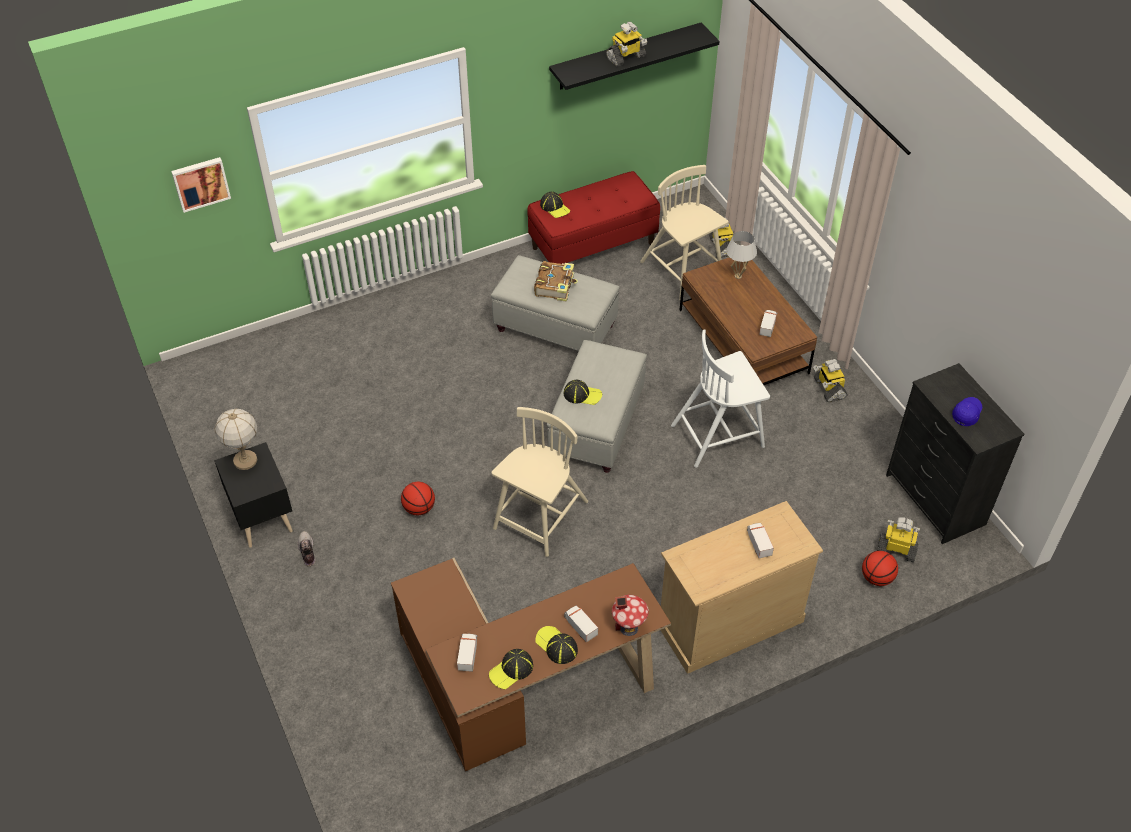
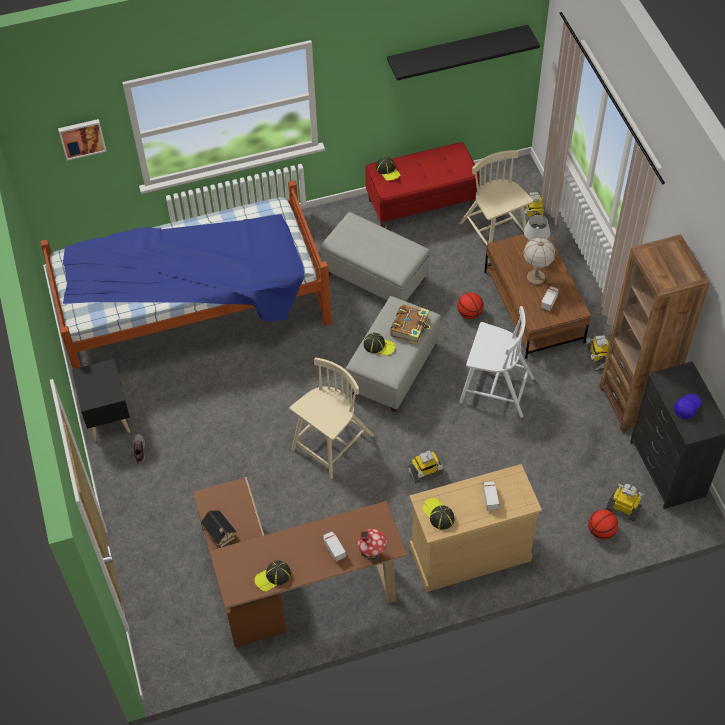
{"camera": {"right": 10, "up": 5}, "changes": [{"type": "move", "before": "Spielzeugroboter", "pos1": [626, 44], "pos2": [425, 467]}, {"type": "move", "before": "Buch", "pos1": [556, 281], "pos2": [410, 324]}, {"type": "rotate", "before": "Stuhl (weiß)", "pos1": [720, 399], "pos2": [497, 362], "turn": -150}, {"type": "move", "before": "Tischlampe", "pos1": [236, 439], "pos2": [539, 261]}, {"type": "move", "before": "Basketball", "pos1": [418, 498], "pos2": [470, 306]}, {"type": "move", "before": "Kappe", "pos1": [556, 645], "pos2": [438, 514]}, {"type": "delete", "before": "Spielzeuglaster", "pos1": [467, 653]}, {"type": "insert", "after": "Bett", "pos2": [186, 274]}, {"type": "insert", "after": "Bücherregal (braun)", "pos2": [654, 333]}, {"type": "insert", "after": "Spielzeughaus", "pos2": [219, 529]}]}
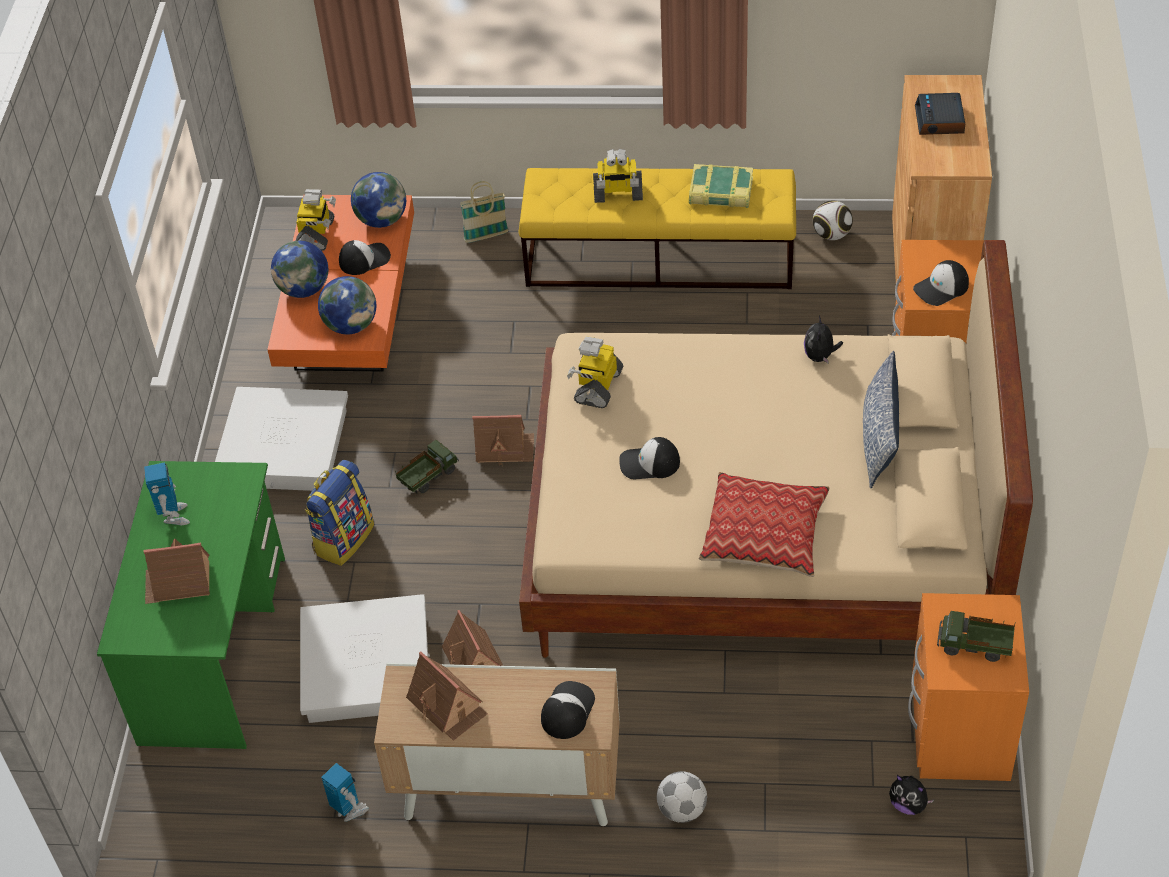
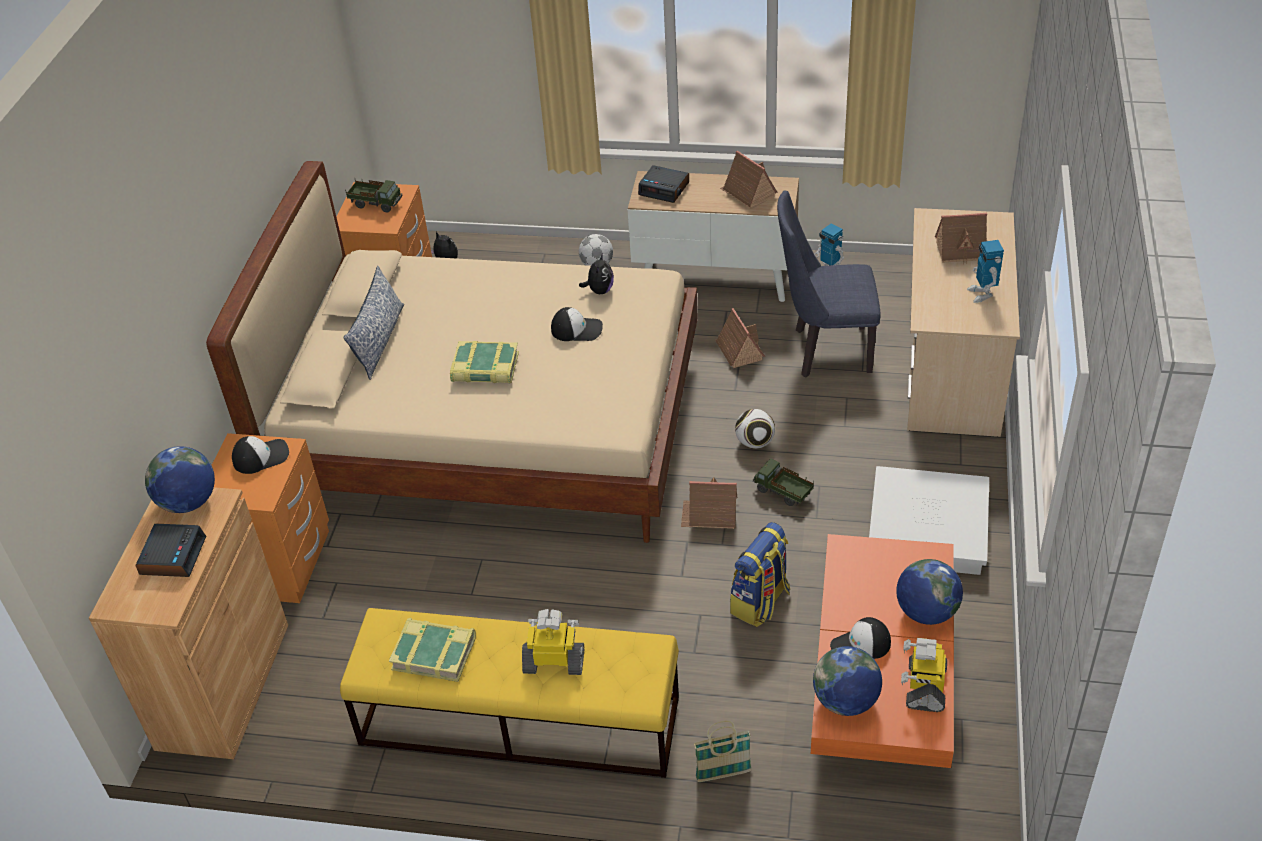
{"camera": {"right": -175, "up": -5}, "changes": [{"type": "move", "before": "Fußball", "pos1": [833, 220], "pos2": [755, 429]}, {"type": "move", "before": "Globus", "pos1": [347, 305], "pos2": [180, 479]}, {"type": "move", "before": "Plüschtier", "pos1": [823, 340], "pos2": [596, 273]}, {"type": "delete", "before": "Spielzeugroboter", "pos1": [595, 372]}, {"type": "rotate", "before": "Spielzeuglaster", "pos1": [427, 466], "pos2": [783, 482], "turn": 75}, {"type": "move", "before": "Rucksack", "pos1": [339, 512], "pos2": [760, 574]}, {"type": "recolor", "before": "Schreibtisch (grün)", "after": "Schreibtisch (beige)", "pos1": [191, 605], "pos2": [963, 322]}, {"type": "delete", "before": "Kissen", "pos1": [764, 524]}, {"type": "replace", "before": "Aufbewahrungsbox (weiß)", "after": "Stuhl (blau)", "pos1": [365, 658], "pos2": [829, 284]}, {"type": "replace", "before": "Kappe", "after": "Wecker", "pos1": [568, 710], "pos2": [663, 184]}, {"type": "insert", "after": "Buch", "pos2": [484, 362]}]}
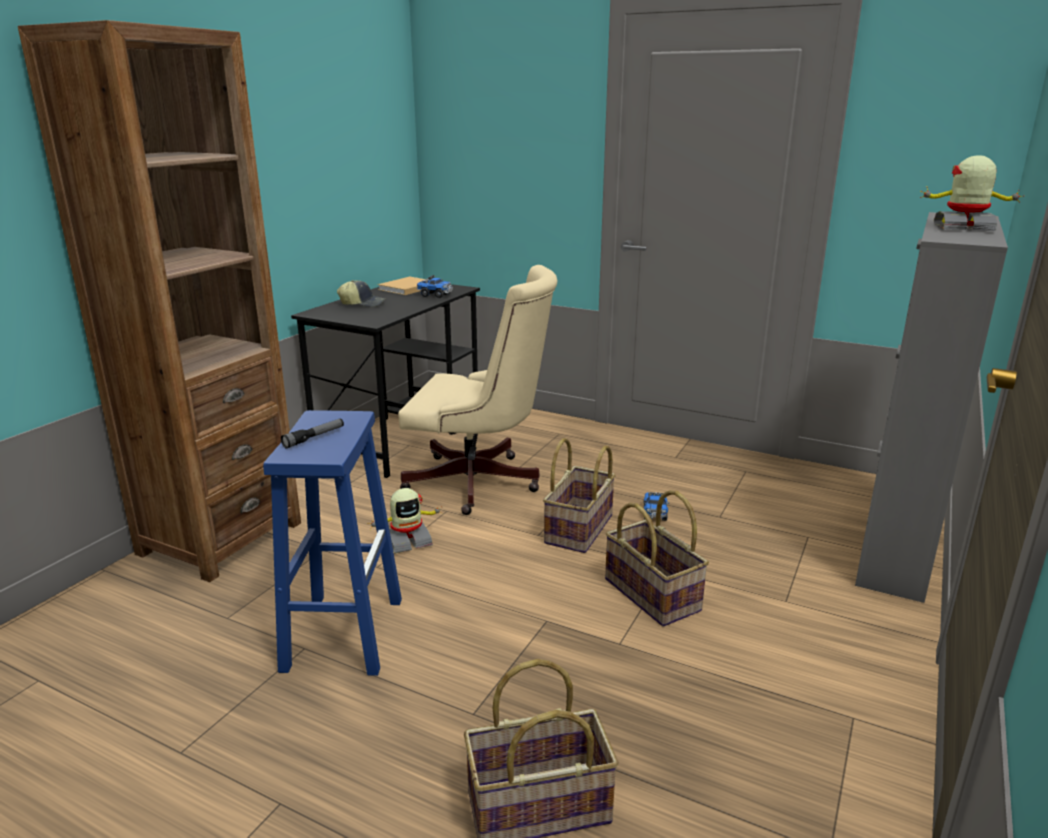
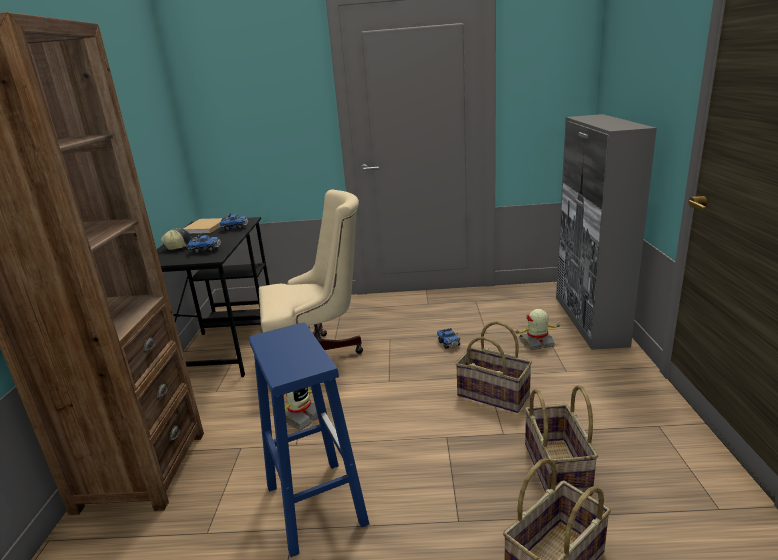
{"camera": {"right": -25, "up": 0}, "changes": [{"type": "move", "before": "Spielzeugroboter", "pos1": [972, 193], "pos2": [537, 329]}, {"type": "delete", "before": "Taschenlampe", "pos1": [312, 434]}, {"type": "move", "before": "Korb", "pos1": [579, 495], "pos2": [561, 440]}, {"type": "insert", "after": "Spielzeuglaster", "pos2": [204, 244]}]}
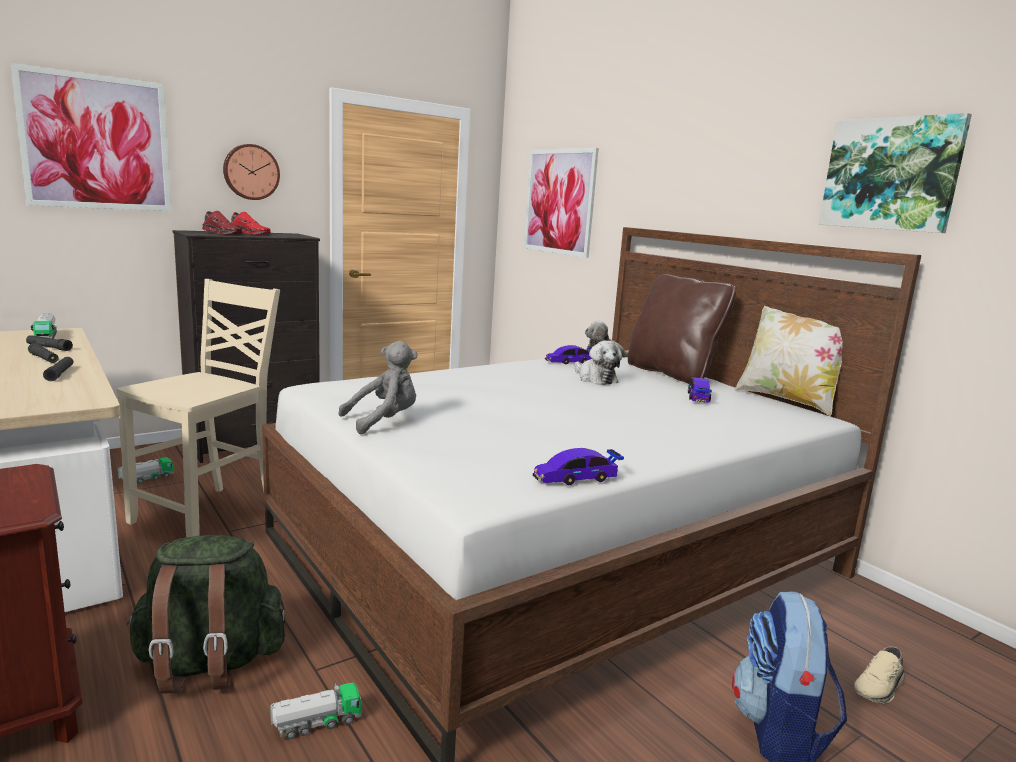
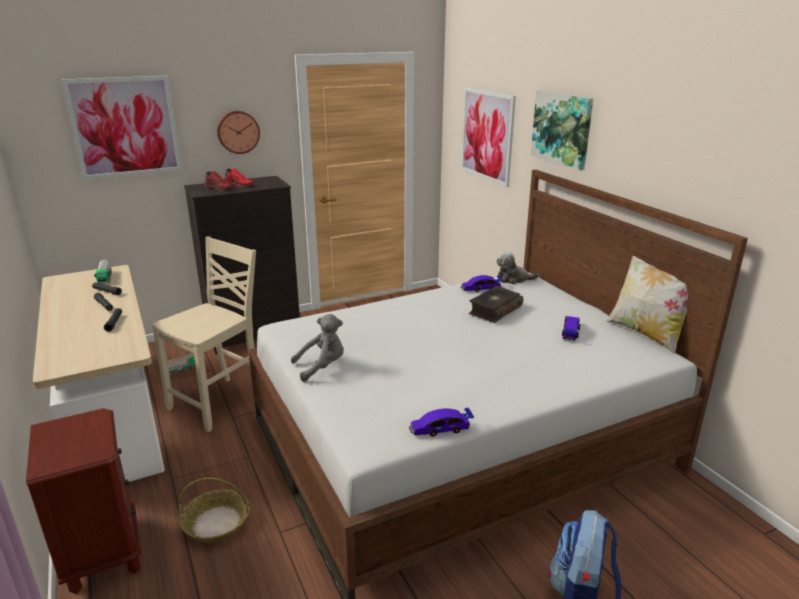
{"camera": {"right": 10, "up": 10}, "changes": [{"type": "move", "before": "Bild", "pos1": [895, 173], "pos2": [562, 130]}, {"type": "delete", "before": "Kissen (braun)", "pos1": [682, 328]}, {"type": "replace", "before": "Plüschtier", "after": "Buch", "pos1": [598, 363], "pos2": [495, 304]}, {"type": "replace", "before": "Rucksack (grün)", "after": "Korb", "pos1": [206, 614], "pos2": [214, 510]}, {"type": "delete", "before": "Schuh (beige)", "pos1": [879, 675]}, {"type": "delete", "before": "Spielzeuglaster", "pos1": [316, 711]}]}
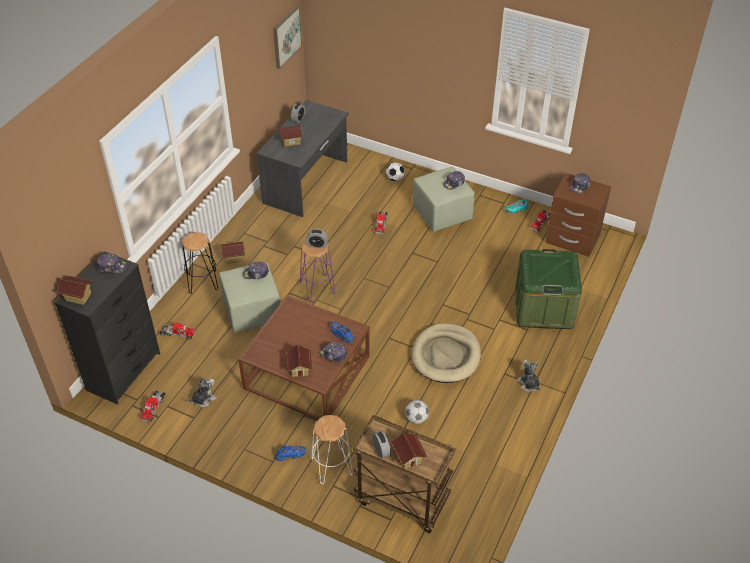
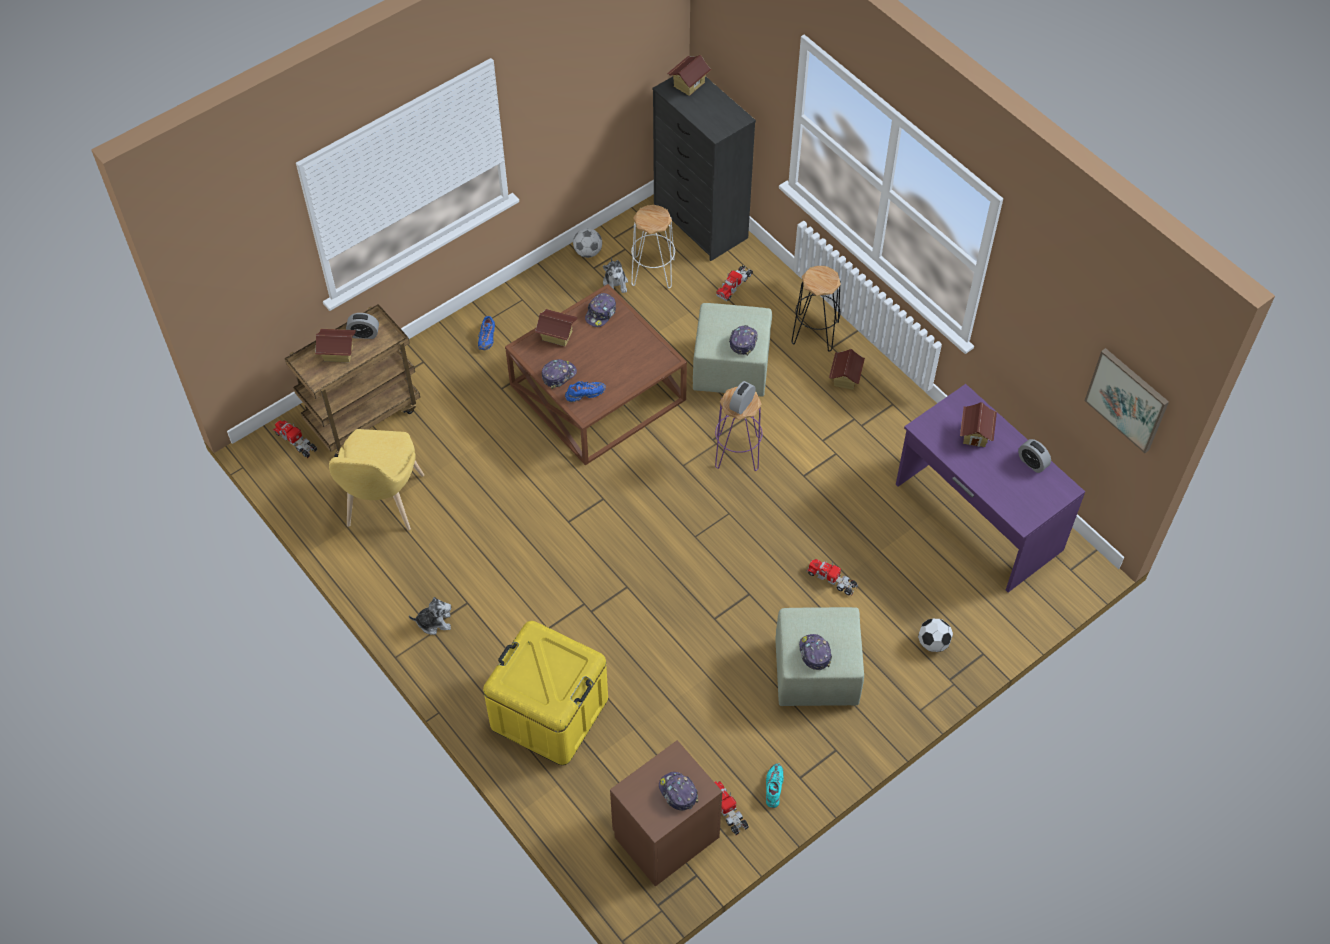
{"camera": {"right": 115, "up": 10}, "changes": [{"type": "recolor", "before": "Schreibtisch (grau)", "after": "Schreibtisch (lila)", "pos1": [302, 158], "pos2": [990, 488]}, {"type": "recolor", "before": "Aufbewahrungsbox (grün)", "after": "Aufbewahrungsbox (gelb)", "pos1": [548, 289], "pos2": [545, 693]}, {"type": "move", "before": "Kappe", "pos1": [112, 263], "pos2": [600, 310]}, {"type": "delete", "before": "Hundebett (beige)", "pos1": [446, 353]}, {"type": "move", "before": "Spielzeuglaster", "pos1": [153, 406], "pos2": [295, 439]}, {"type": "move", "before": "Fußball", "pos1": [417, 412], "pos2": [587, 243]}, {"type": "move", "before": "Hocker (weiß)", "pos1": [332, 449], "pos2": [653, 246]}, {"type": "insert", "after": "Stuhl (gelb)", "pos2": [376, 480]}]}
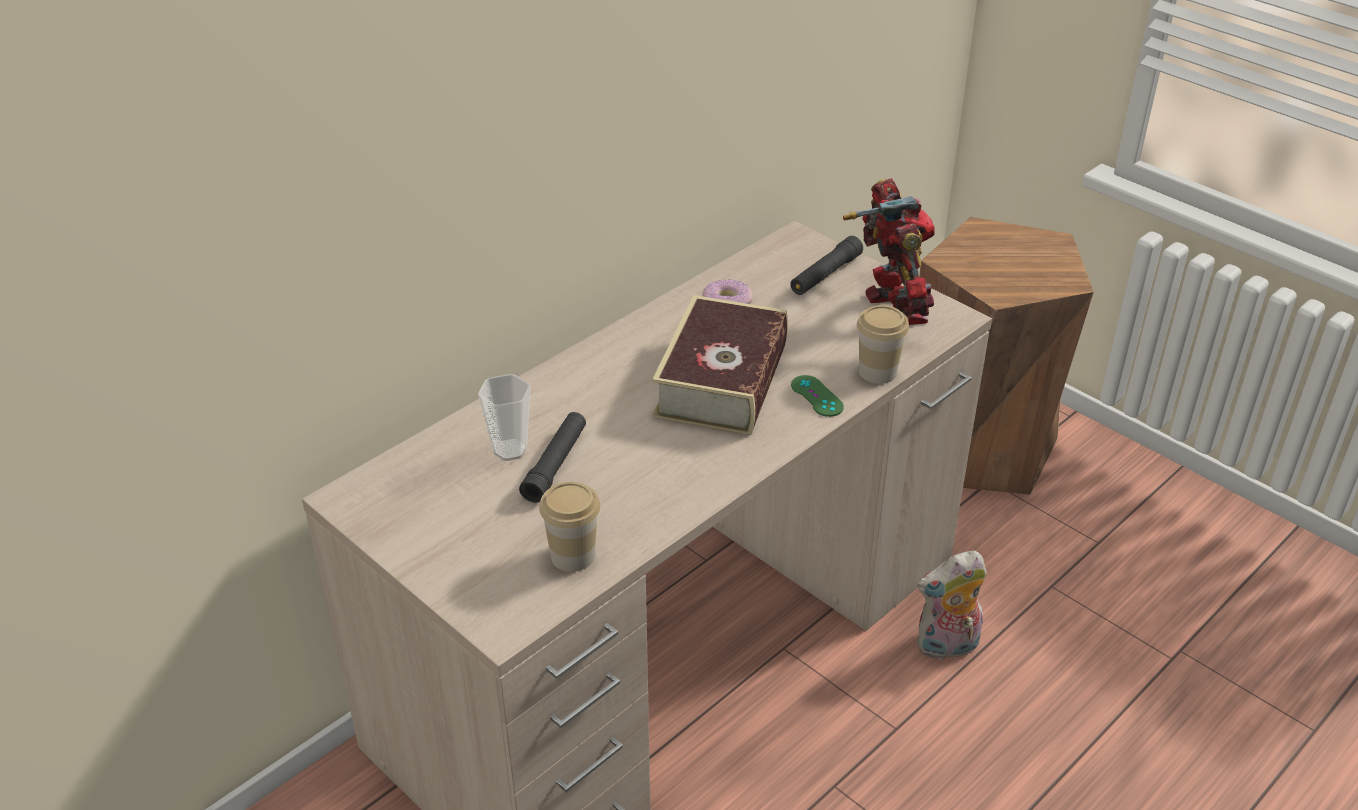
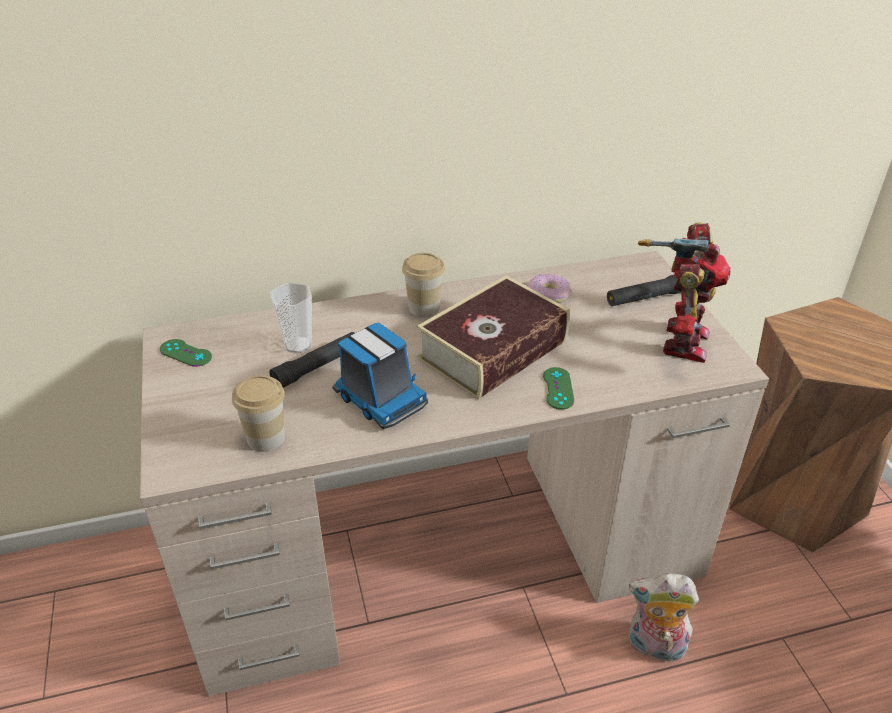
{"camera": {"right": 30, "up": 0}, "changes": [{"type": "move", "before": "Tasse", "pos1": [883, 344], "pos2": [423, 284]}, {"type": "insert", "after": "Spielzeuglaster", "pos2": [380, 376]}, {"type": "insert", "after": "Gamepad (grün)", "pos2": [186, 353]}]}
